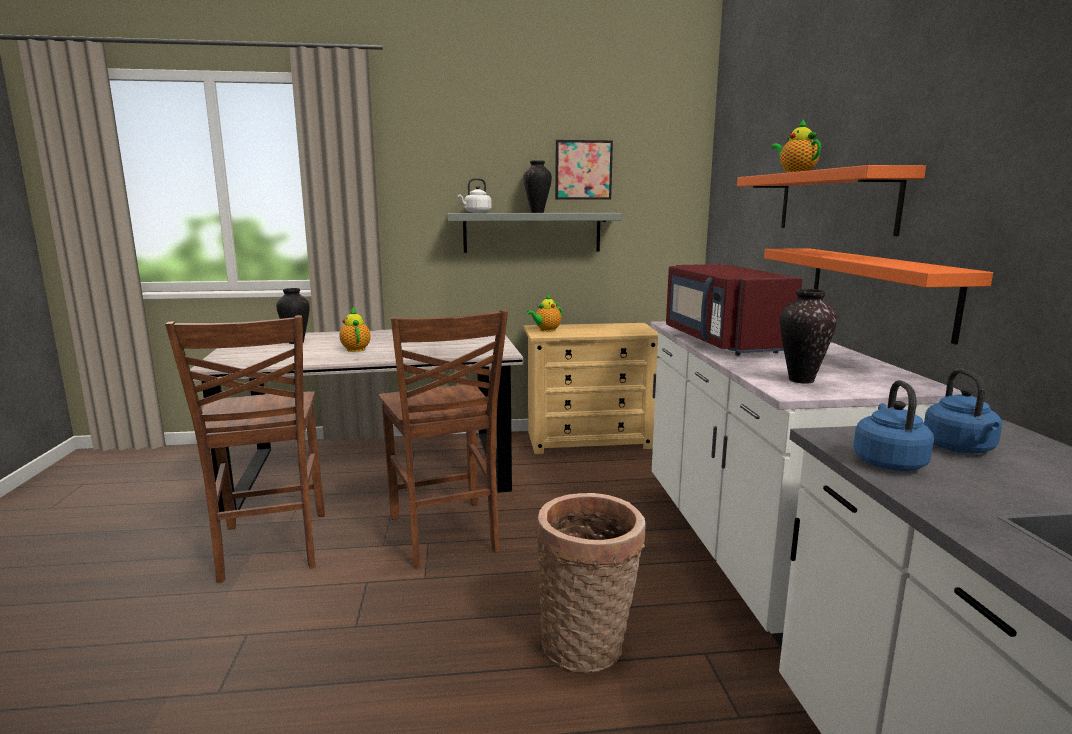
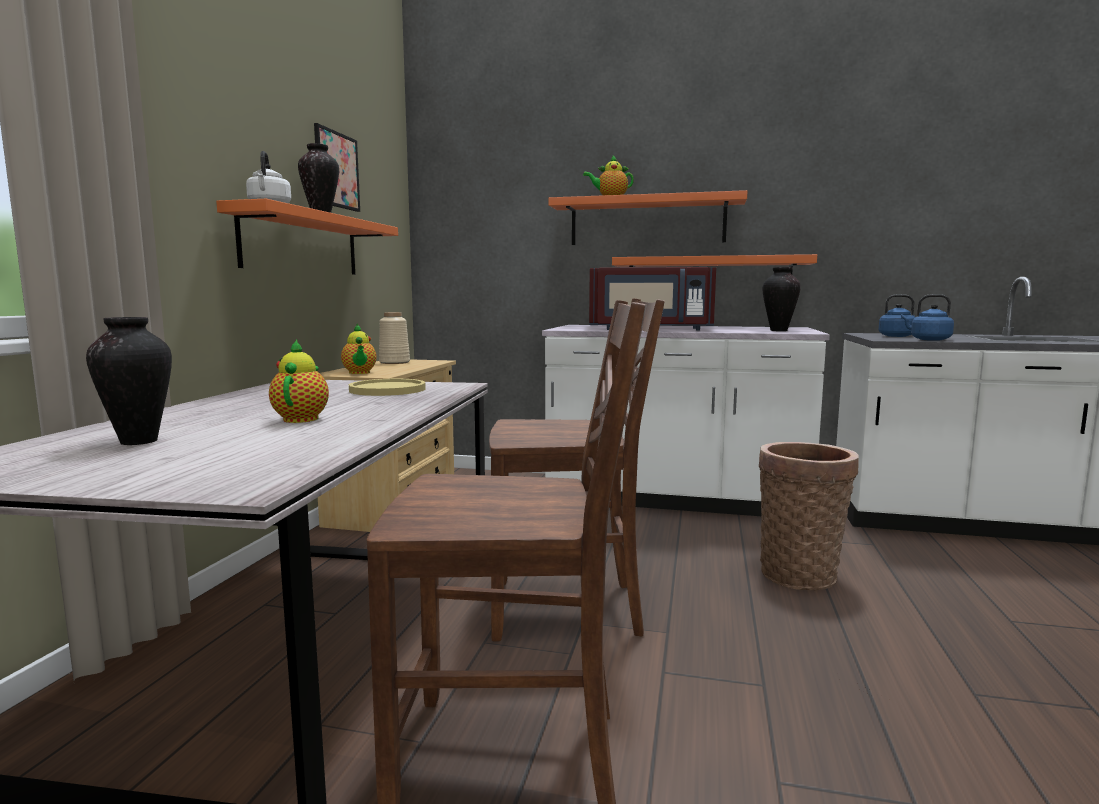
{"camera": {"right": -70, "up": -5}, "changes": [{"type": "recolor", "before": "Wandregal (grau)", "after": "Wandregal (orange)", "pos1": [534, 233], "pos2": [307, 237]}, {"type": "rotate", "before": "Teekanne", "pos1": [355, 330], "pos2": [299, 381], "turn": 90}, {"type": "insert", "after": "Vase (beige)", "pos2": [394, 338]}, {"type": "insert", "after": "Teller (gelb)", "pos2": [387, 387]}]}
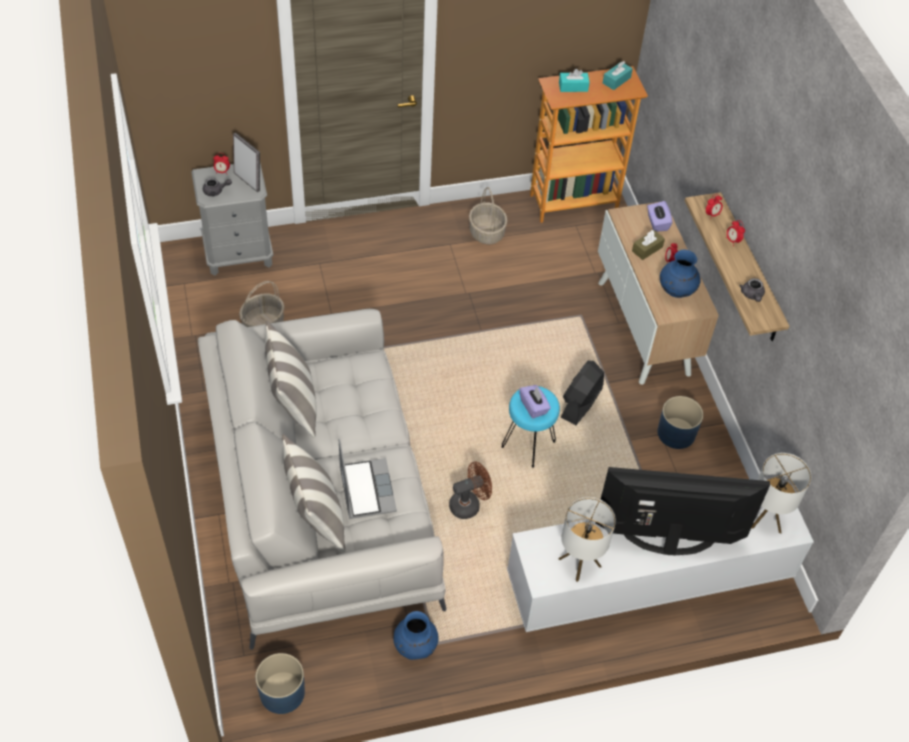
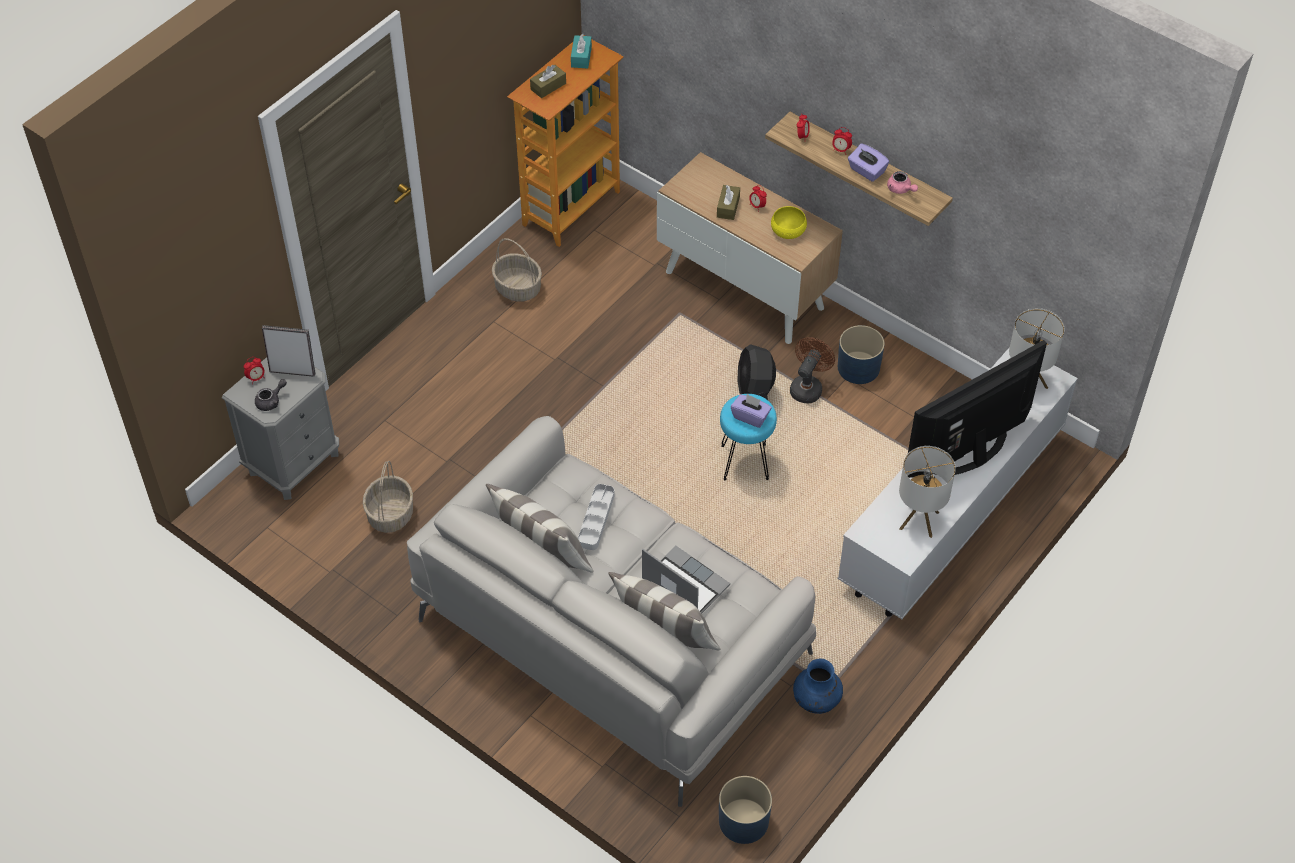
{"camera": {"right": -35, "up": 0}, "changes": [{"type": "recolor", "before": "Taschentuchbox (türkis)", "after": "Taschentuchbox (braun)", "pos1": [574, 80], "pos2": [548, 81]}, {"type": "move", "before": "Taschentuchbox (lila)", "pos1": [660, 216], "pos2": [868, 163]}, {"type": "replace", "before": "Vase (blau)", "after": "Schüssel (gelb)", "pos1": [680, 273], "pos2": [789, 222]}, {"type": "recolor", "before": "Teekanne (grau)", "after": "Teekanne (rosa)", "pos1": [752, 290], "pos2": [902, 182]}, {"type": "move", "before": "Ventilator (braun)", "pos1": [470, 490], "pos2": [812, 370]}, {"type": "insert", "after": "Tablett (grau)", "pos2": [596, 517]}]}
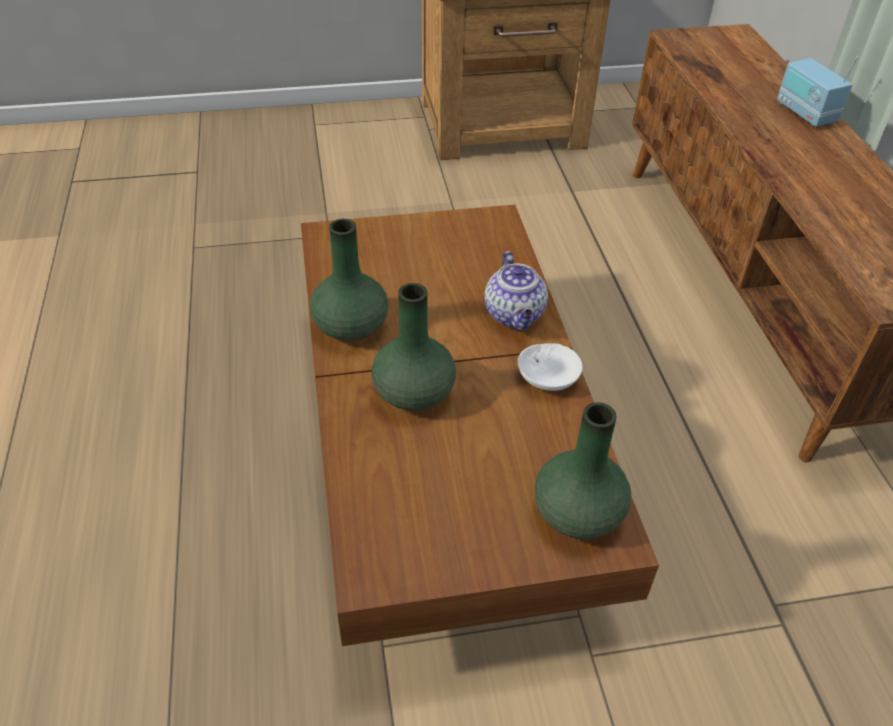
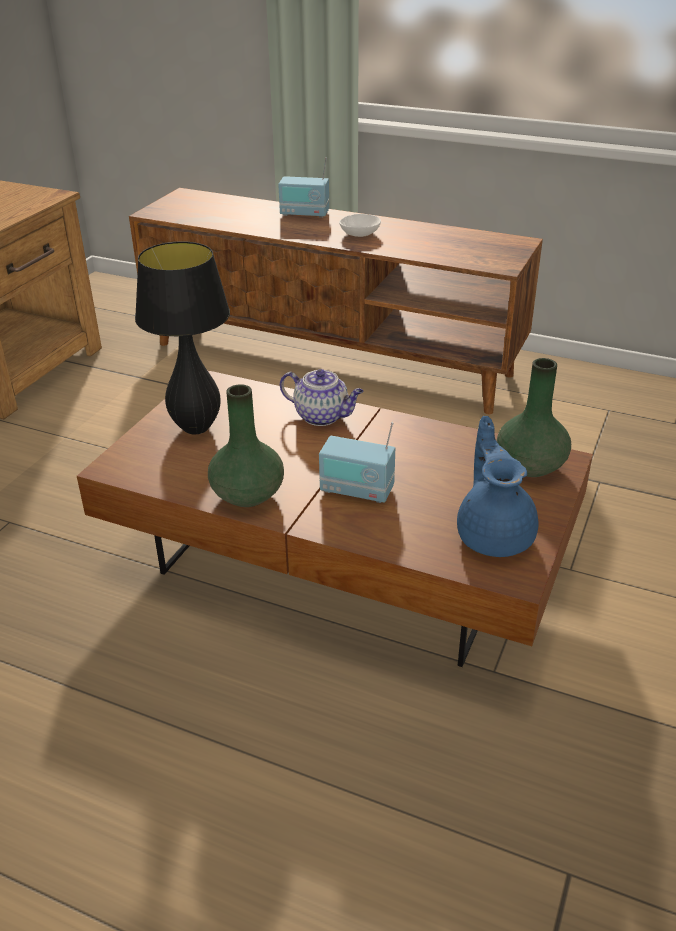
{"camera": {"right": -55, "up": -10}, "changes": [{"type": "replace", "before": "Vase (grün)", "after": "Radio", "pos1": [413, 347], "pos2": [357, 462]}, {"type": "move", "before": "Schüssel (weiß)", "pos1": [550, 367], "pos2": [360, 225]}, {"type": "insert", "after": "Tischlampe (schwarz)", "pos2": [182, 337]}, {"type": "insert", "after": "Teekanne (blau)", "pos2": [498, 486]}]}
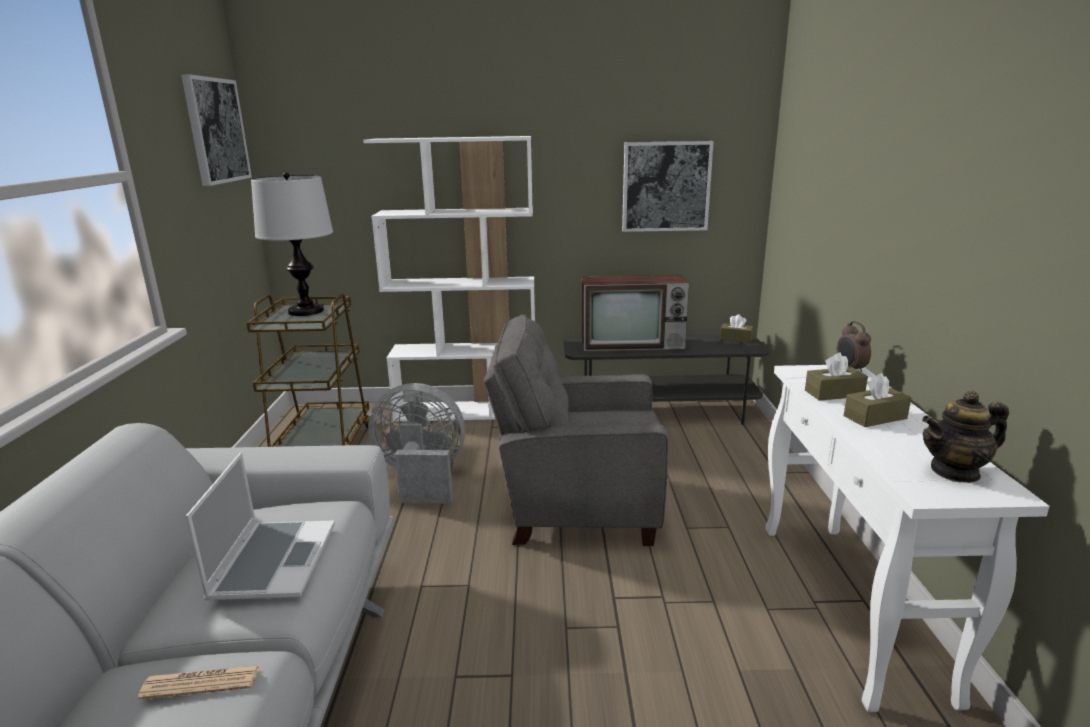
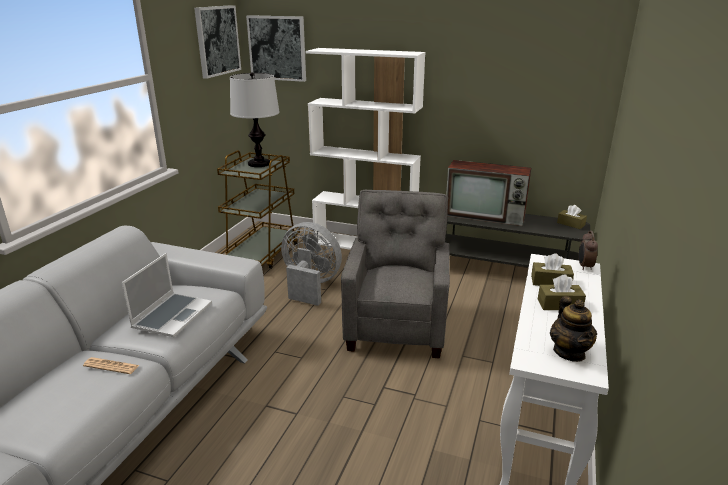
{"camera": {"right": 20, "up": 5}, "changes": [{"type": "move", "before": "Bild", "pos1": [668, 186], "pos2": [276, 48]}, {"type": "rotate", "before": "Sessel (grau)", "pos1": [576, 430], "pos2": [395, 274], "turn": 75}, {"type": "rotate", "before": "Teekanne", "pos1": [965, 437], "pos2": [573, 329], "turn": -105}]}
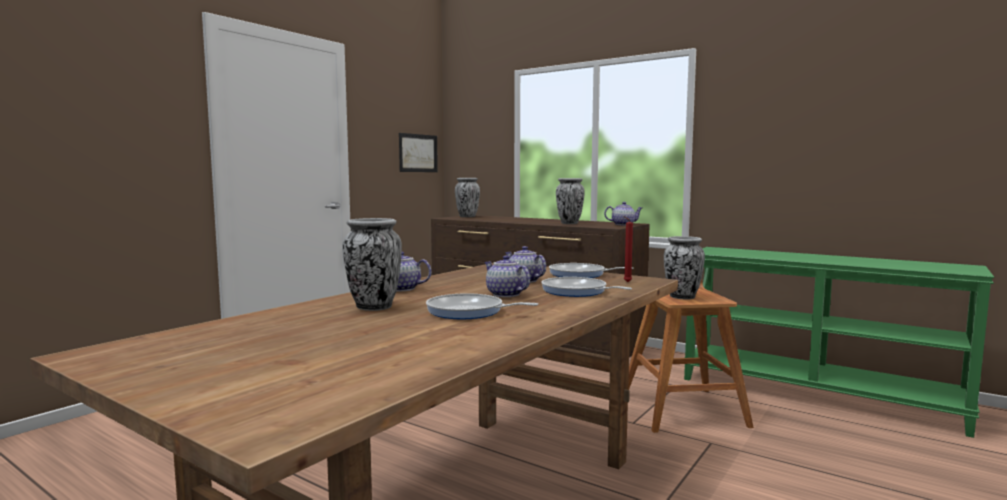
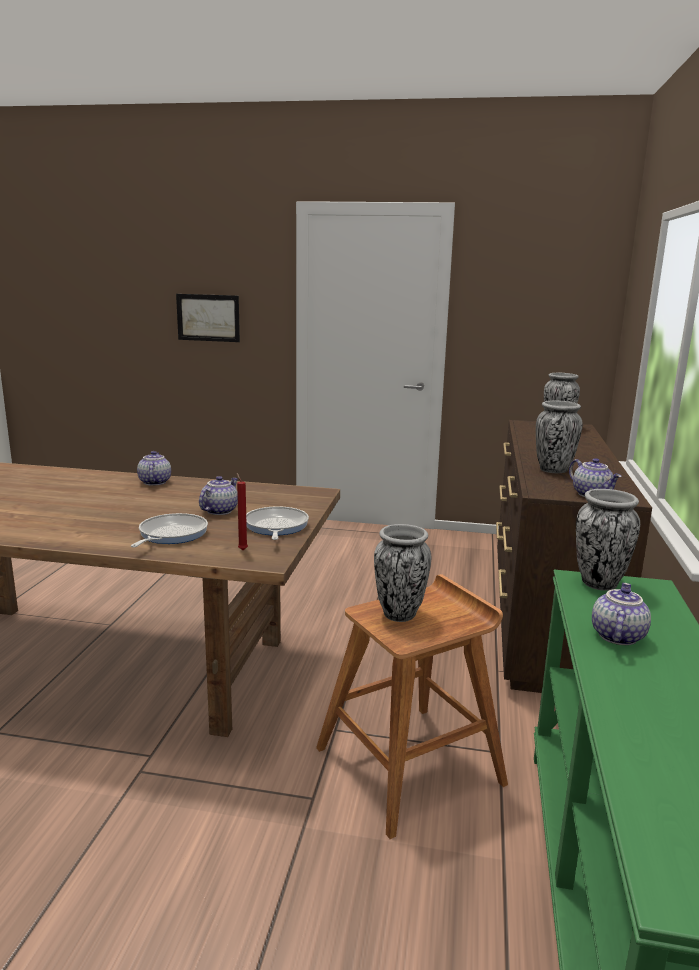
{"camera": {"right": 65, "up": 10}, "changes": [{"type": "move", "before": "Bild", "pos1": [418, 152], "pos2": [208, 318]}, {"type": "move", "before": "Vase", "pos1": [372, 264], "pos2": [608, 540]}, {"type": "move", "before": "Teekanne", "pos1": [507, 276], "pos2": [621, 614]}, {"type": "delete", "before": "Pfanne", "pos1": [482, 306]}]}
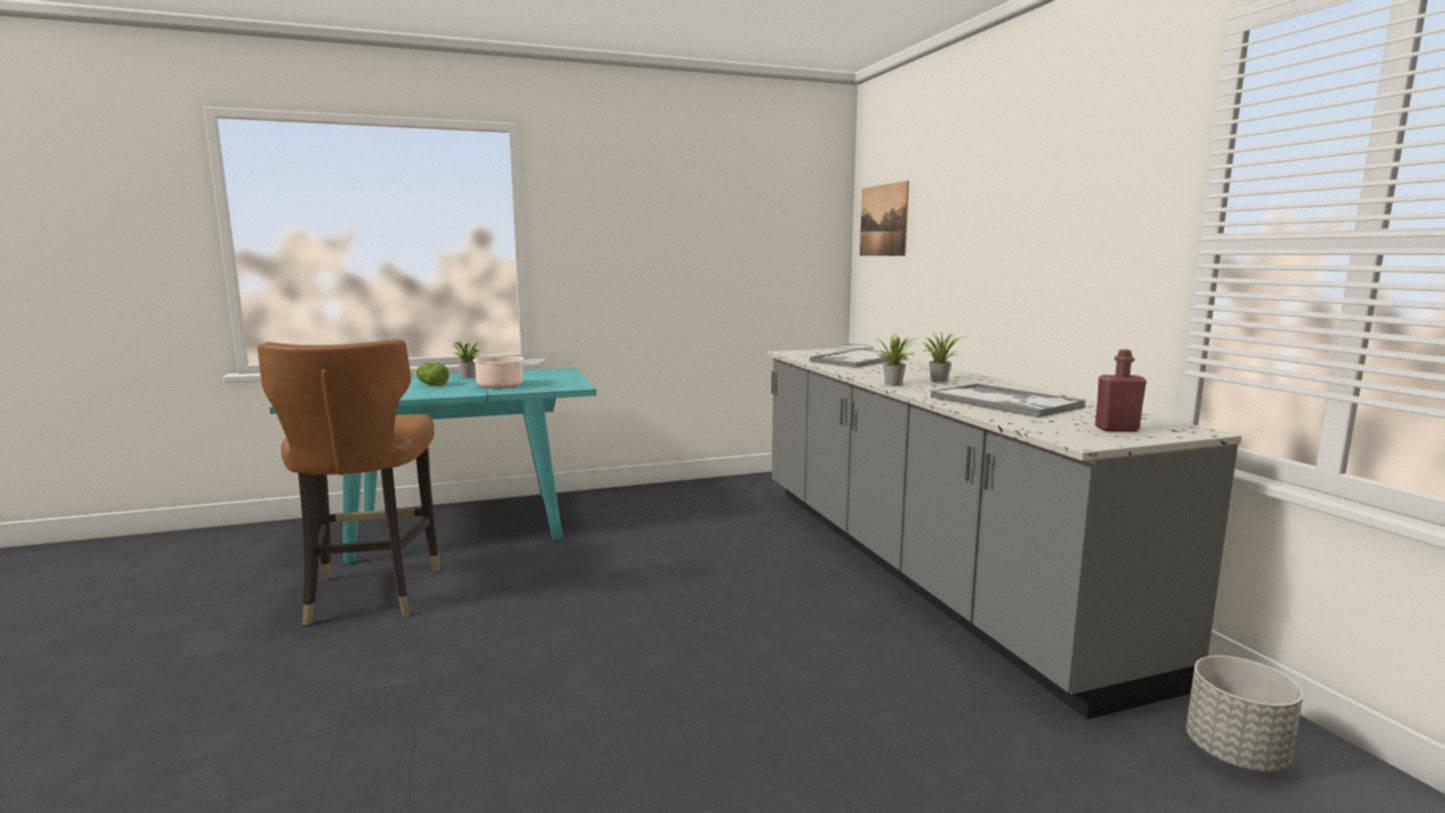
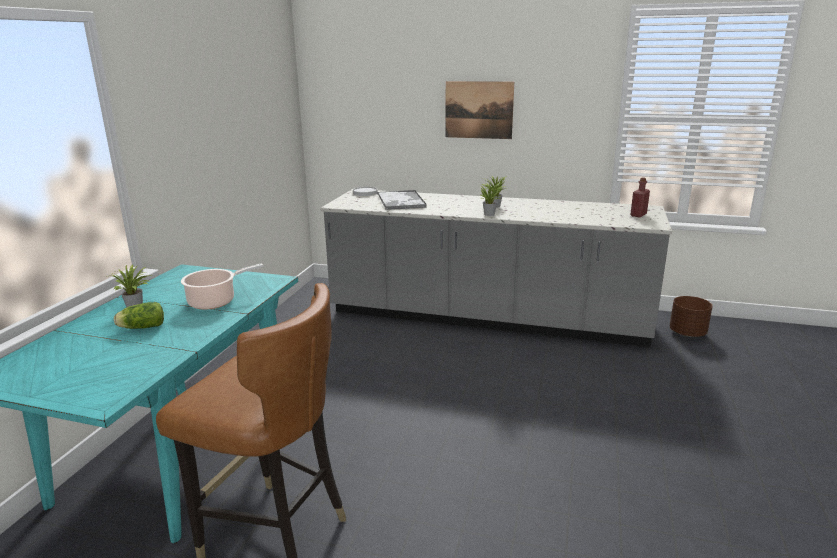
{"camera": {"right": -55, "up": 10}, "changes": [{"type": "move", "before": "Bild", "pos1": [884, 218], "pos2": [479, 110]}, {"type": "delete", "before": "Tablett", "pos1": [1008, 401]}, {"type": "recolor", "before": "Pflanzkübel (grau)", "after": "Pflanzkübel (braun)", "pos1": [1244, 714], "pos2": [691, 316]}]}
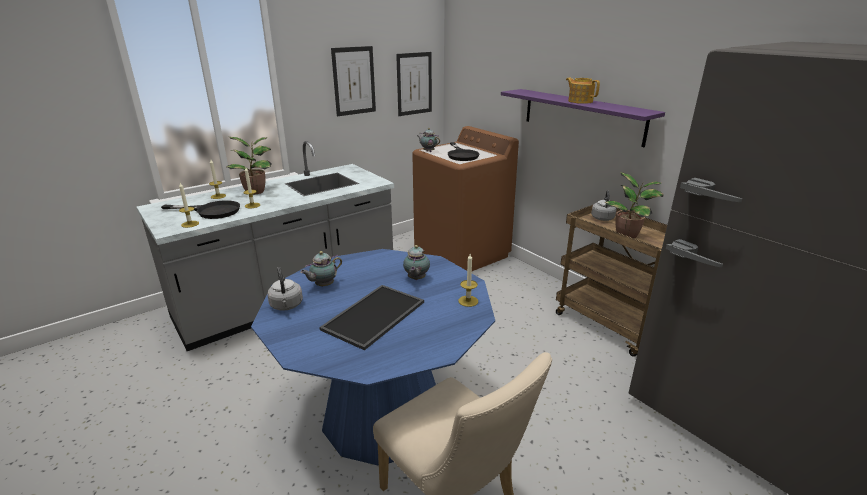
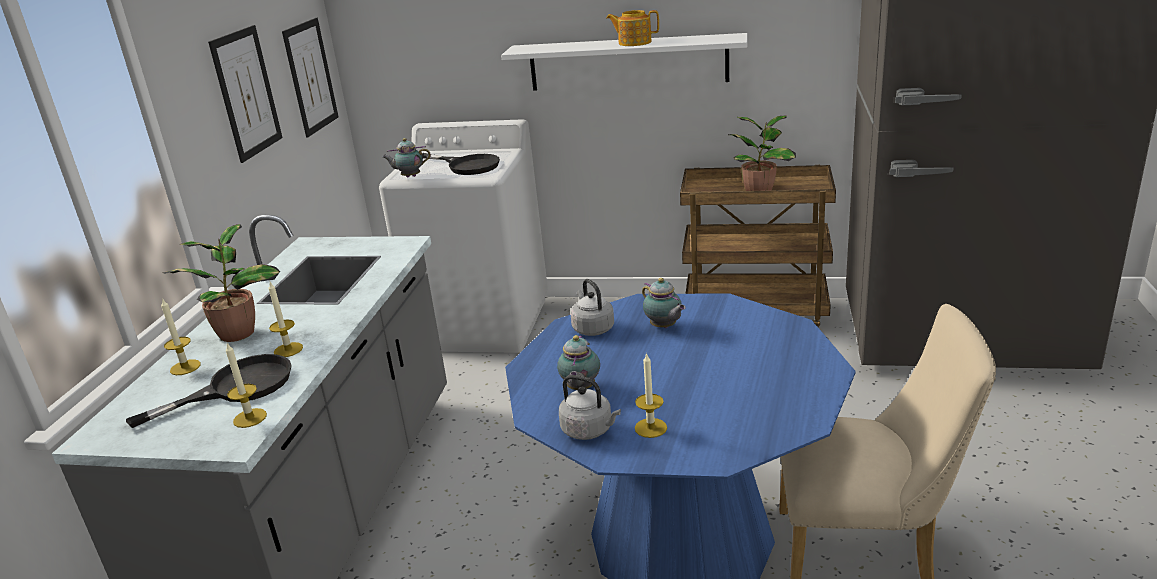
{"camera": {"right": -40, "up": 0}, "changes": [{"type": "recolor", "before": "Wandregal (lila)", "after": "Wandregal (weiß)", "pos1": [583, 118], "pos2": [624, 62]}, {"type": "recolor", "before": "Waschmaschine (braun)", "after": "Waschmaschine (weiß)", "pos1": [465, 198], "pos2": [463, 236]}, {"type": "move", "before": "Wasserkessel (grau)", "pos1": [604, 205], "pos2": [592, 307]}, {"type": "move", "before": "Kerze", "pos1": [468, 280], "pos2": [651, 395]}, {"type": "delete", "before": "Tablett", "pos1": [371, 317]}]}
